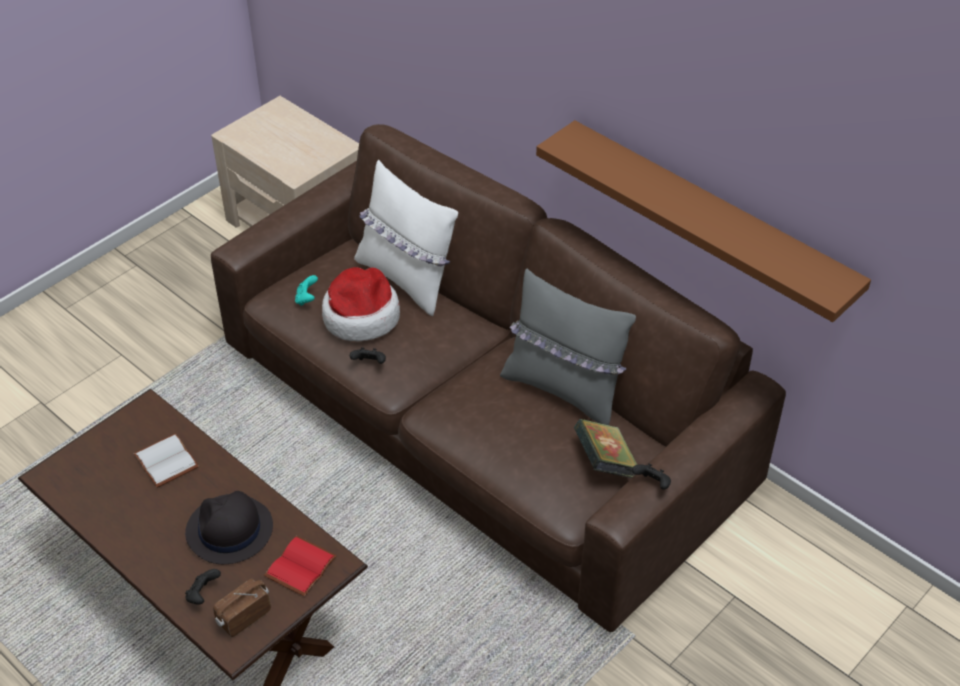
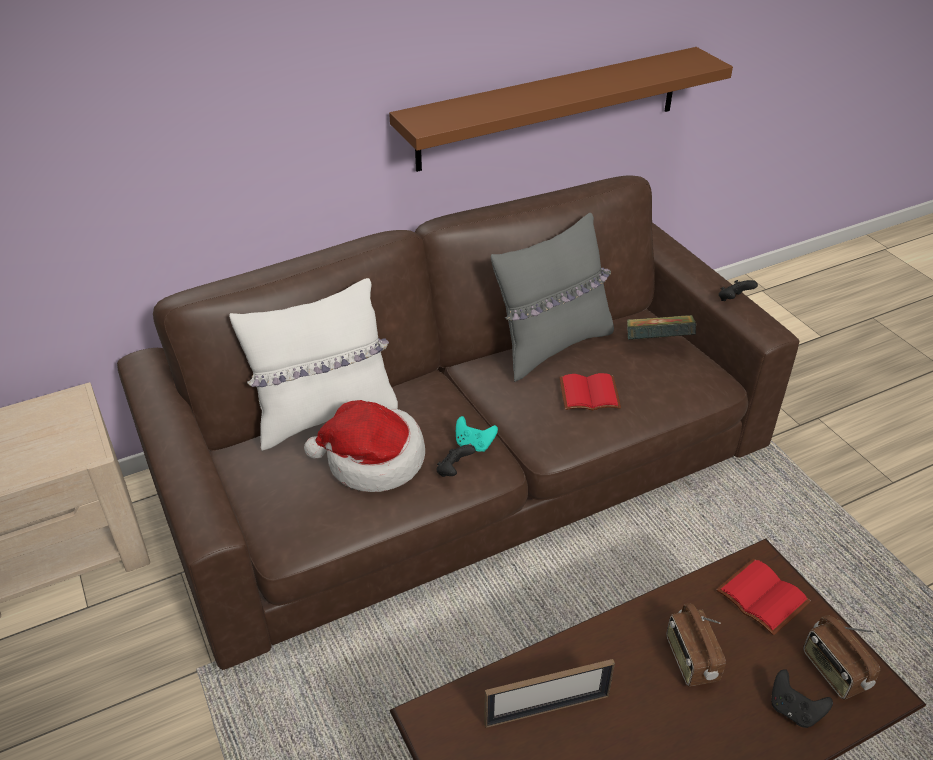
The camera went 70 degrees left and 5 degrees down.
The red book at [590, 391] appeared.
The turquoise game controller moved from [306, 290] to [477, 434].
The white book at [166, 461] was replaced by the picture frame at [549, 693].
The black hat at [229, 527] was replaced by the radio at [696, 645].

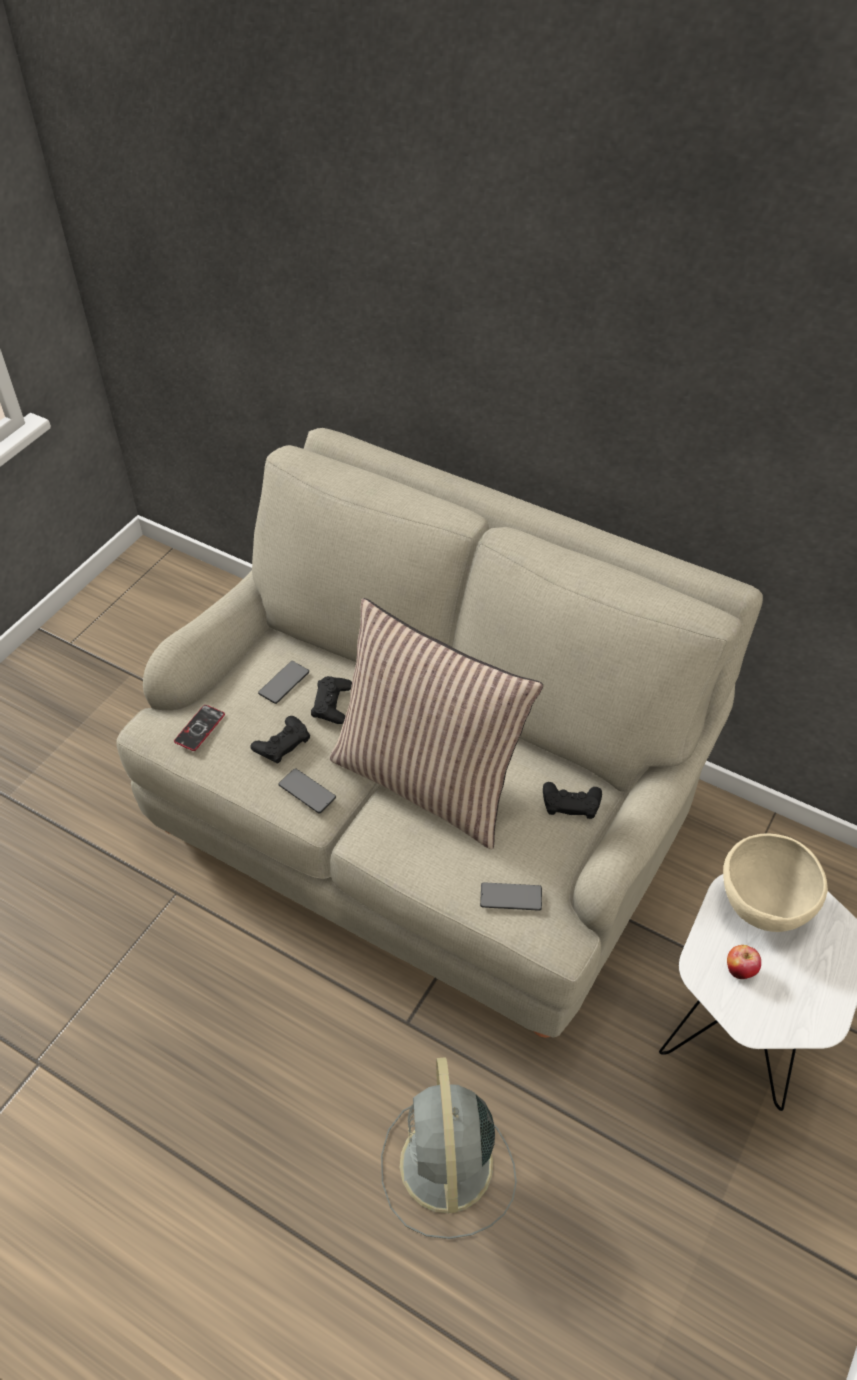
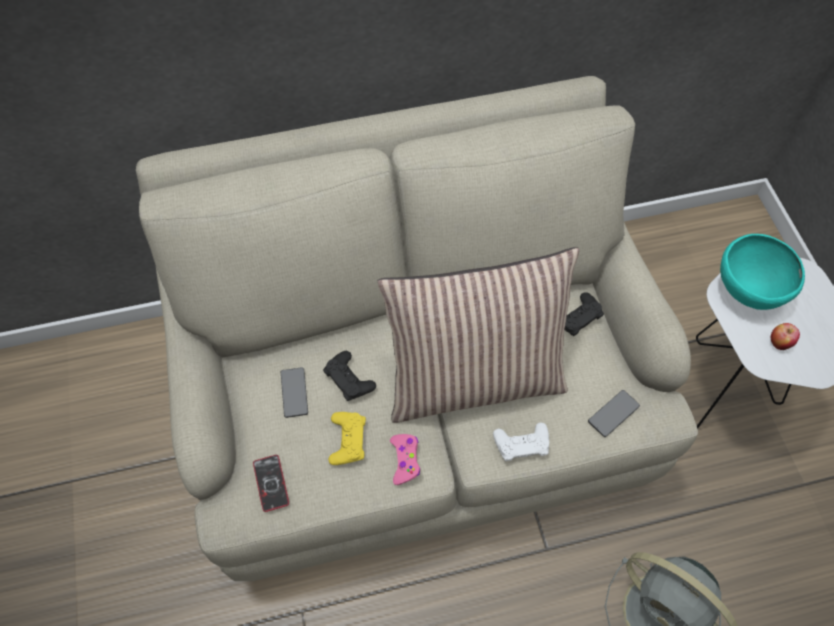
The camera went 45 degrees left and 10 degrees up.
The white game controller at [521, 441] appeared.
The phone at [307, 791] was replaced by the pink game controller at [405, 459].
The black game controller at [280, 740] became the yellow game controller at [347, 438].
The beige bowl at [775, 882] became the turquoise bowl at [762, 272].

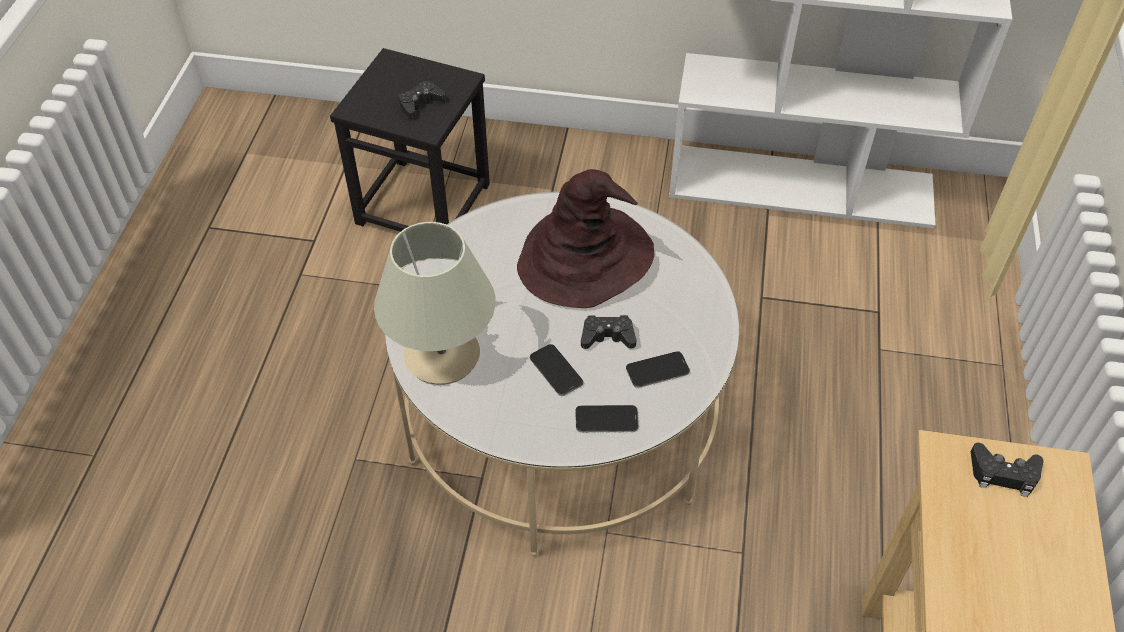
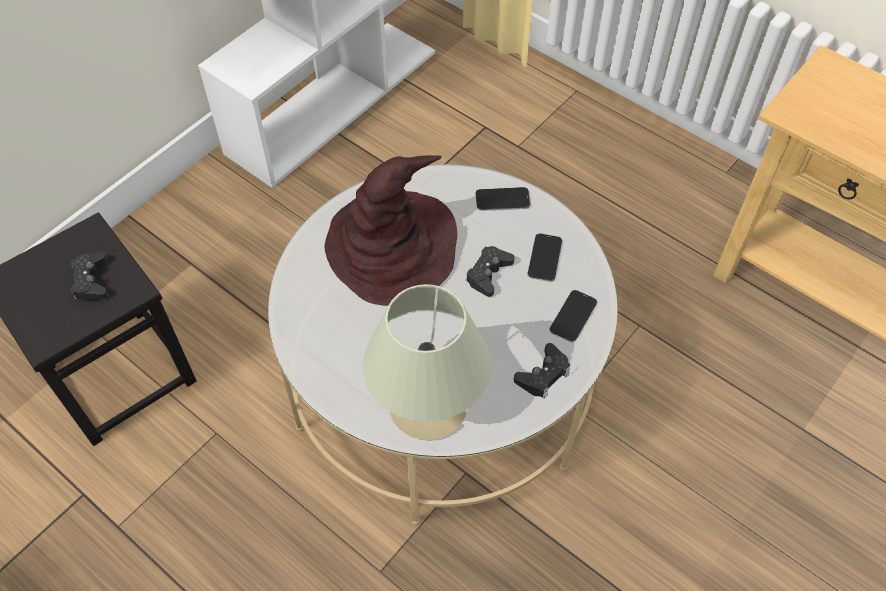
The camera went 60 degrees left and 5 degrees up.
The phone moved from [556, 370] to [502, 199].
The black game controller moved from [1007, 470] to [542, 370].

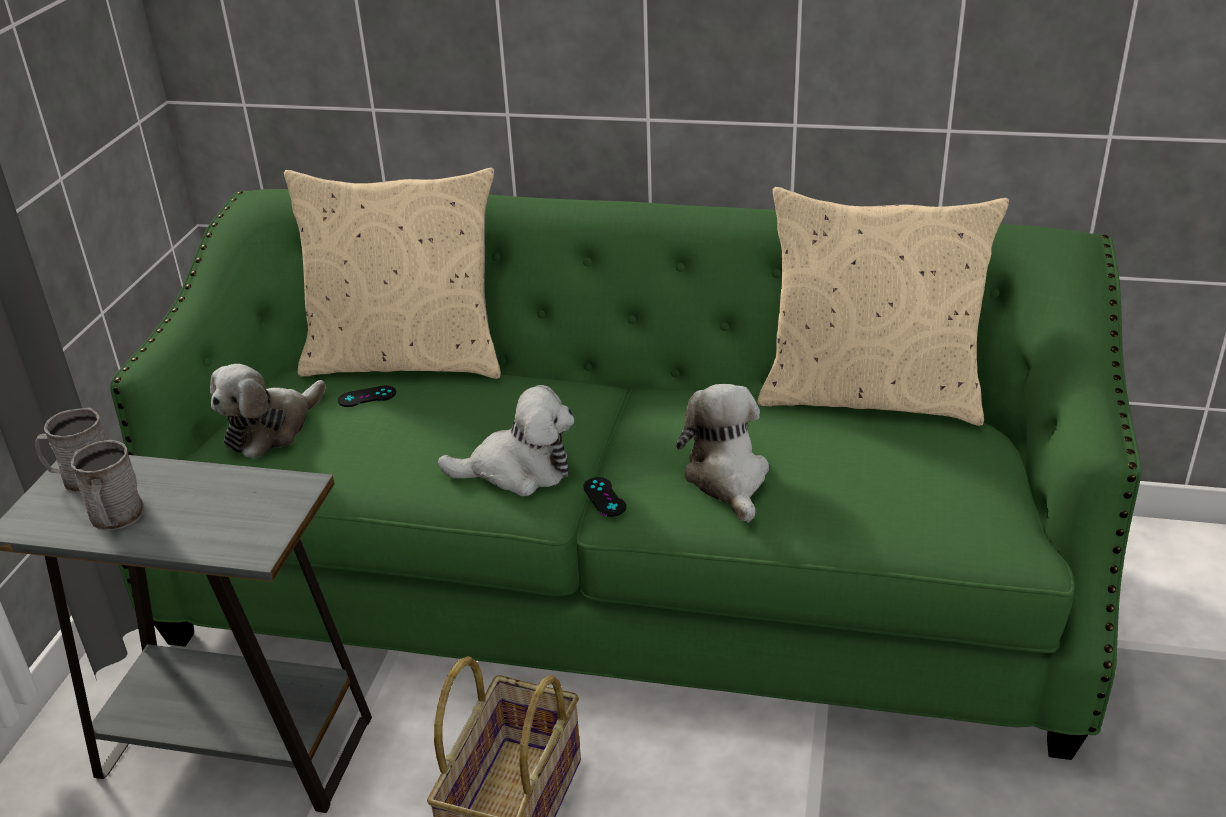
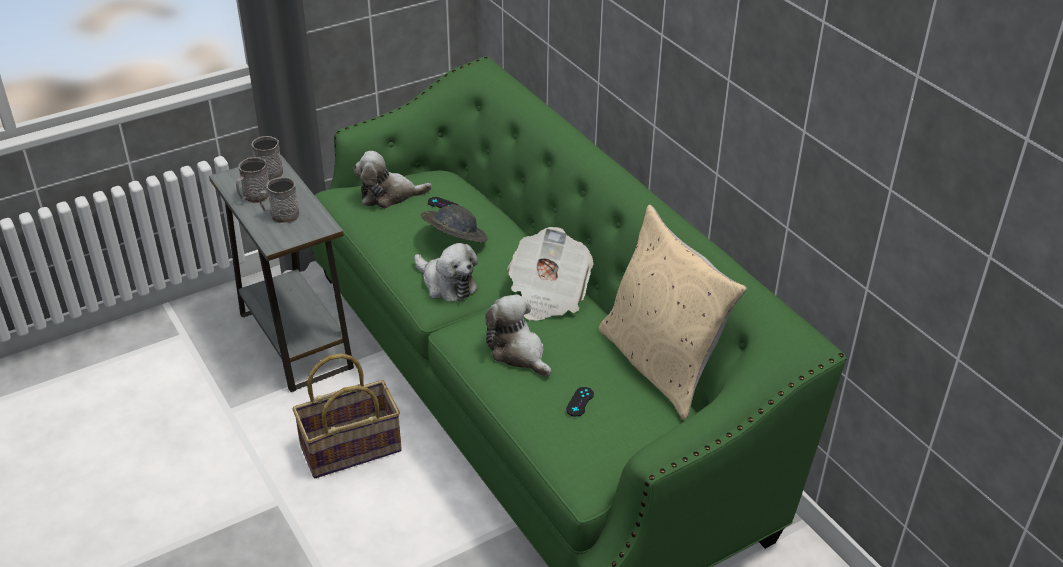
The camera went 45 degrees right and 5 degrees up.
The beige pillow at [392, 273] disappeared.
The grey mug at [279, 200] appeared.
The grey hat at [454, 223] appeared.
The newspaper at [550, 274] appeared.
The black game controller moved from [604, 497] to [580, 402].
The plush toy at [722, 453] turned 75 degrees counterclockwise.

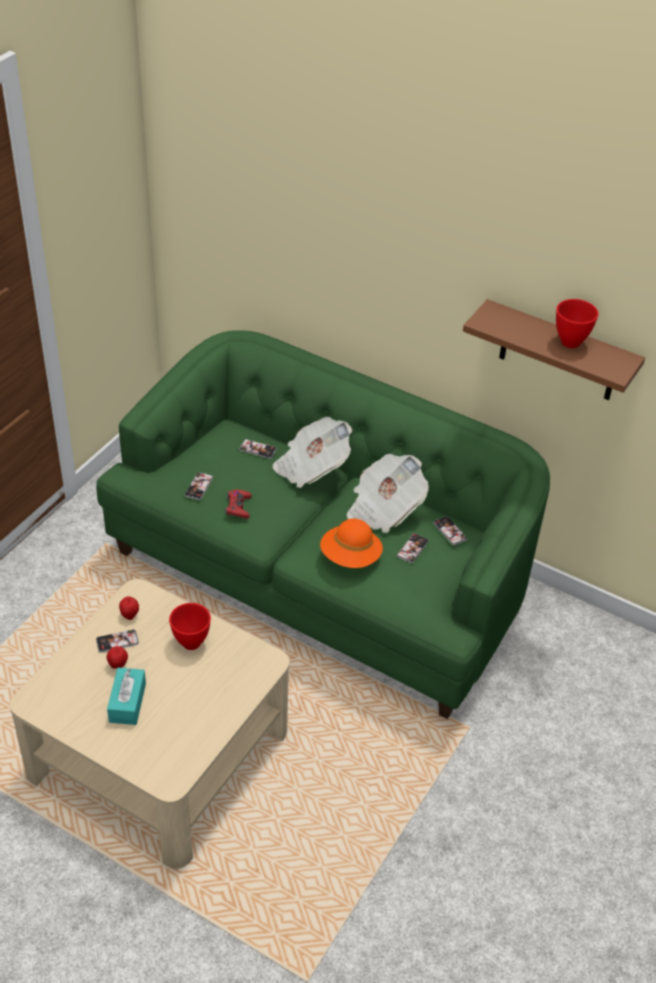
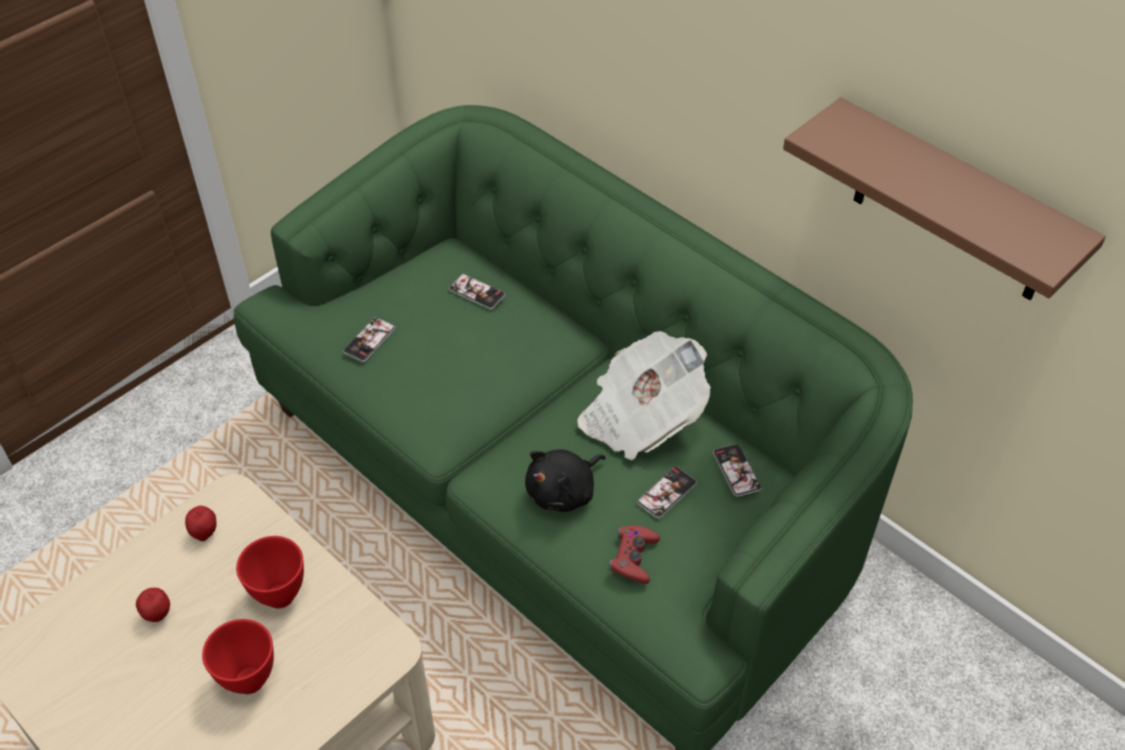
The camera went 15 degrees right and 5 degrees up.
The phone at [117, 641] disappeared.
The turquoise tissue box at [126, 696] disappeared.
The newspaper at [312, 452] disappeared.
The red game controller moved from [238, 504] to [634, 555].
The red bowl moved from [577, 323] to [238, 656].
The orange hat at [351, 543] was replaced by the black plush toy at [565, 480].

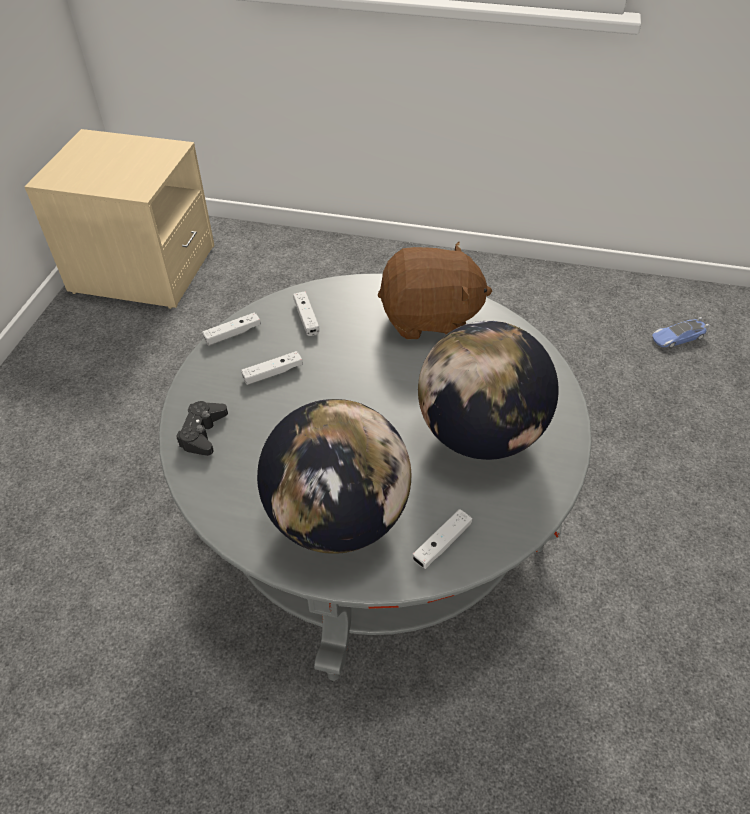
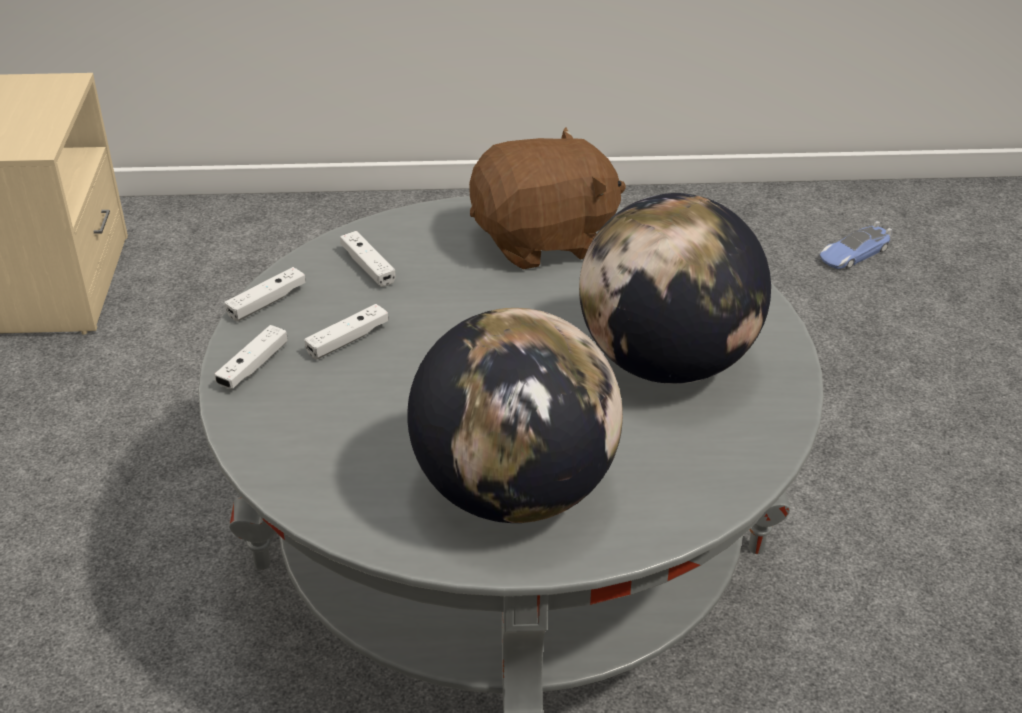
The camera went 15 degrees left and 10 degrees down.
The black game controller at [202, 428] disappeared.
The white game controller moved from [442, 539] to [251, 357].

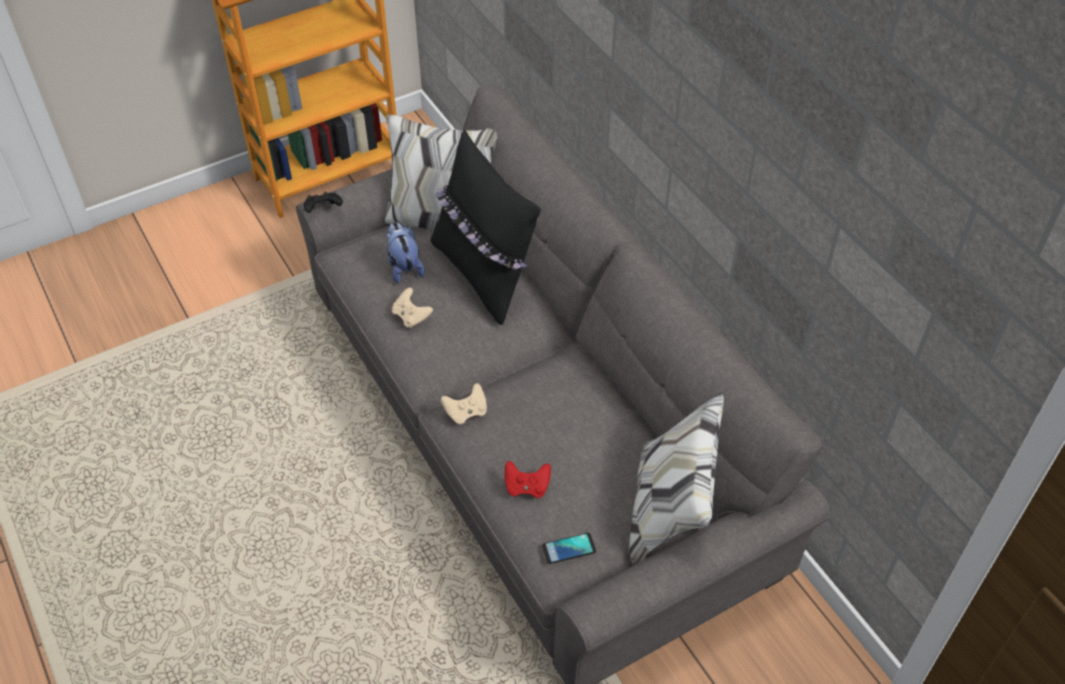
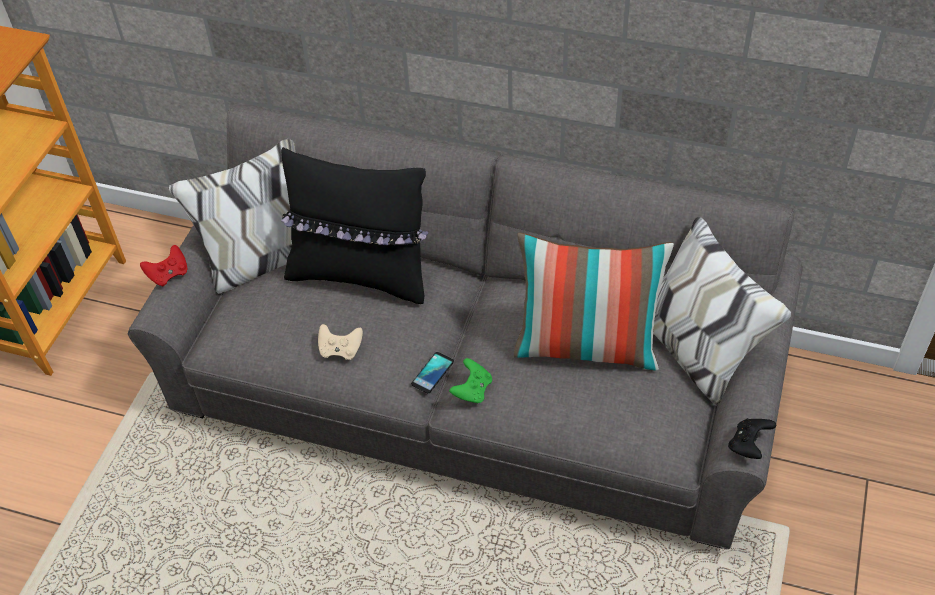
The camera went 40 degrees left and 0 degrees up.
The plush toy at [405, 252] disappeared.
The pillow at [594, 302] appeared.
The black game controller moved from [323, 202] to [752, 438].
The red game controller moved from [528, 479] to [164, 266].
The phone moved from [569, 548] to [432, 372].
The beige game controller at [464, 403] became the green game controller at [470, 381].

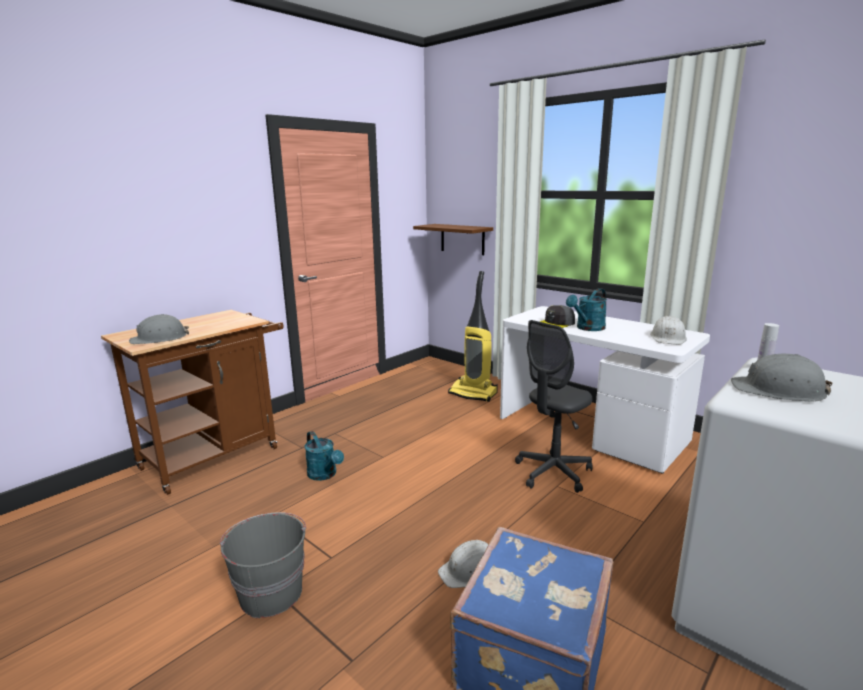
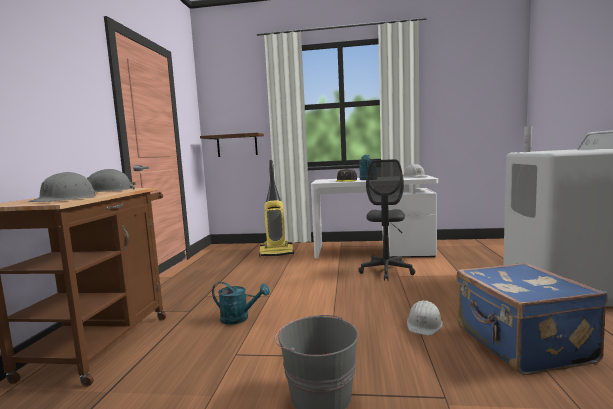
The camera went 35 degrees left and 10 degrees down.
The grey hard hat moved from [781, 377] to [111, 180].

